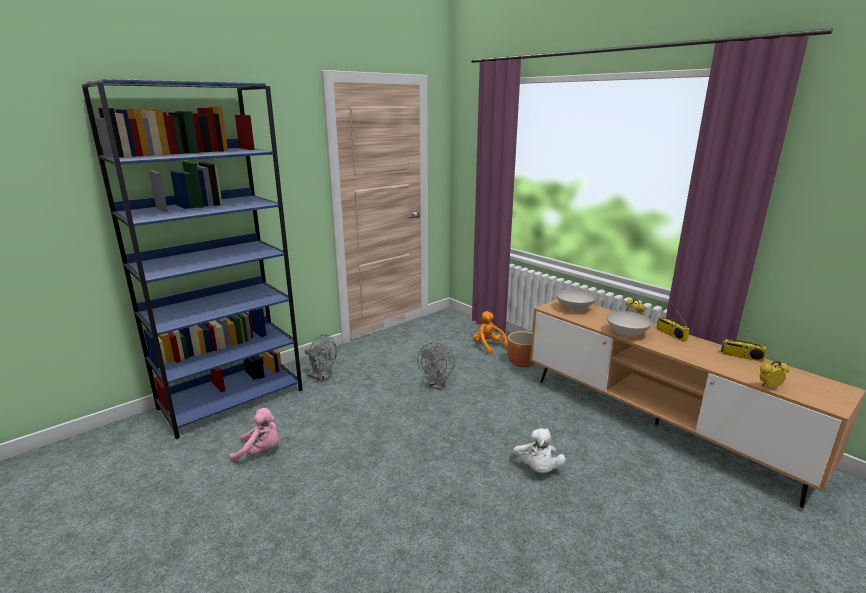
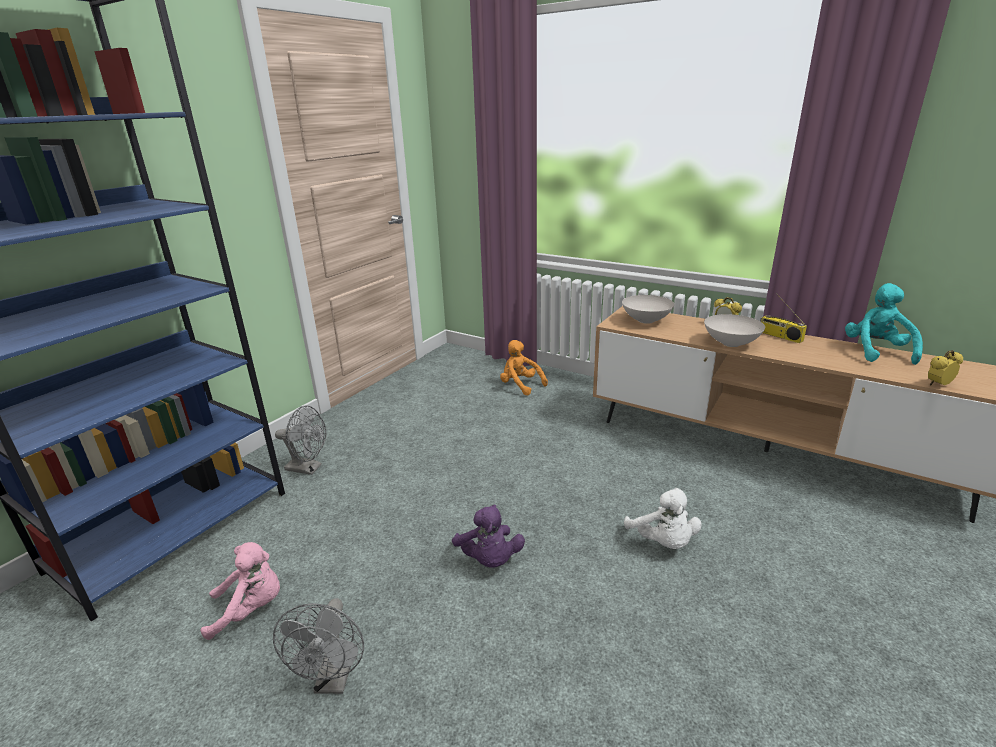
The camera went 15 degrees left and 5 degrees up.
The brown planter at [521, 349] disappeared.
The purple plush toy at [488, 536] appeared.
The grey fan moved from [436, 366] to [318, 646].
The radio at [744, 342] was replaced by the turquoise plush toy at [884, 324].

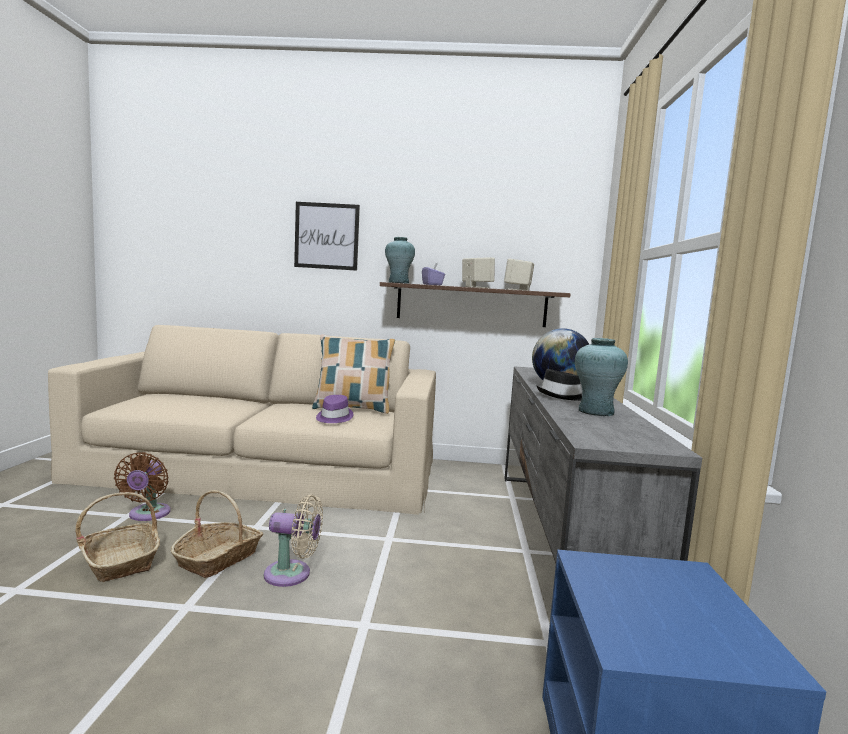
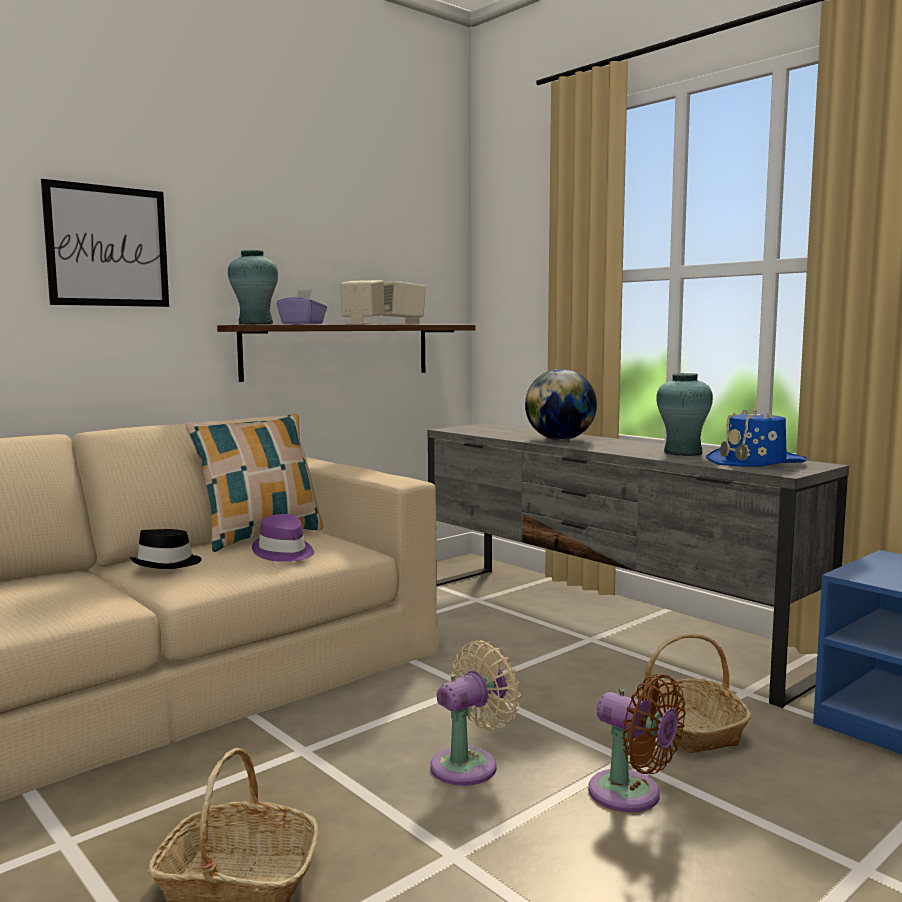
The camera went 45 degrees left and 0 degrees up.
The blue hat at [756, 436] appeared.
The brown fan moved from [142, 486] to [637, 743].
The basket moved from [217, 534] to [693, 693].
The black hat moved from [559, 385] to [166, 549].

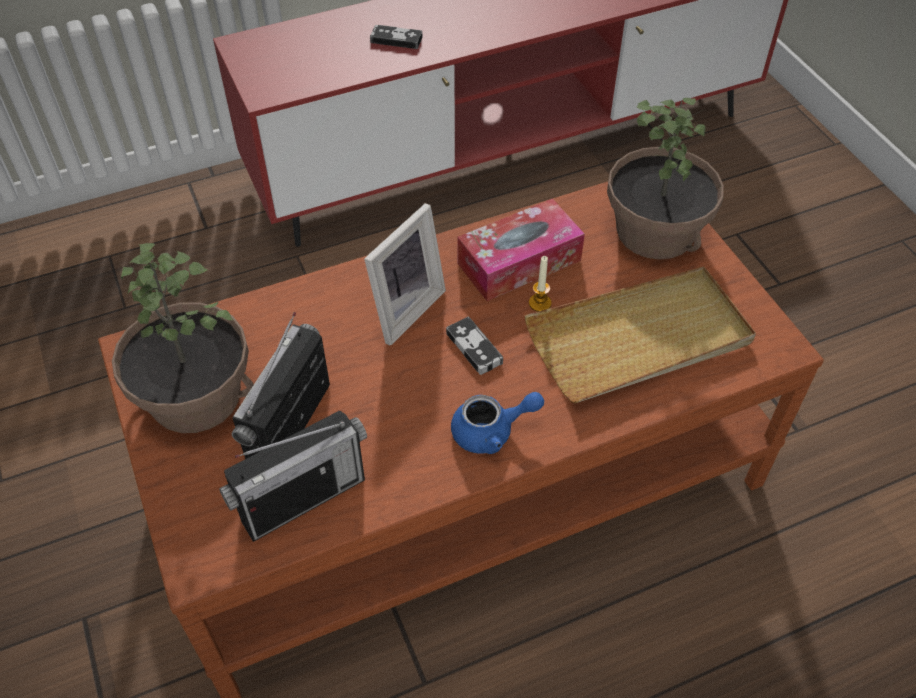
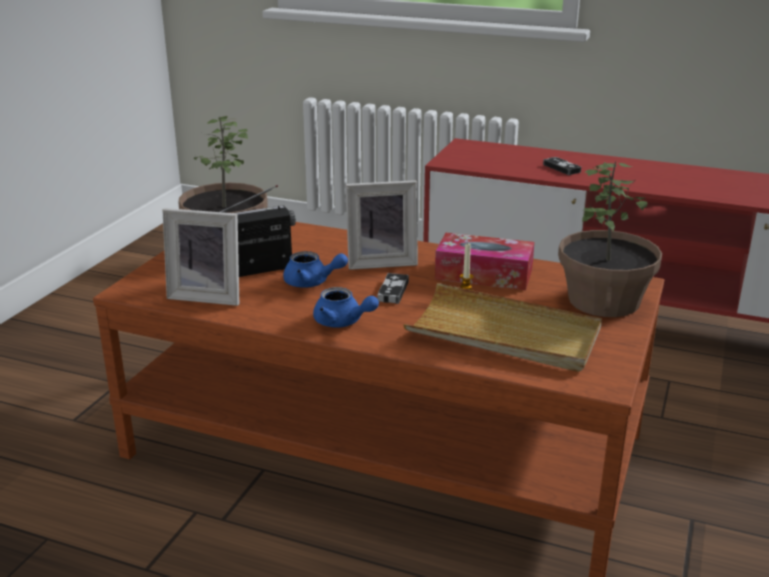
The camera went 45 degrees right and 25 degrees down.
The blue teapot at [315, 269] appeared.
The radio at [293, 476] was replaced by the picture frame at [200, 257].

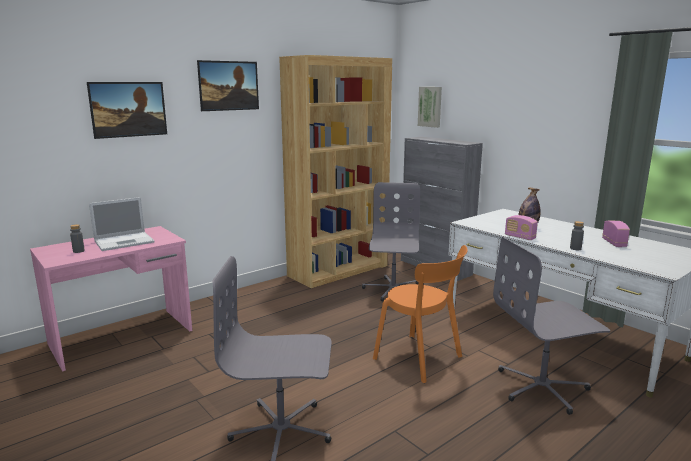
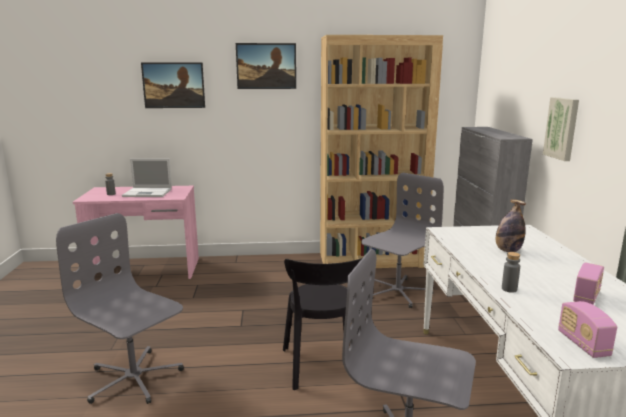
The camera went 35 degrees right and 0 degrees up.
The picture moved from [430, 107] to [561, 129].
The radio moved from [521, 227] to [587, 329].
The orange chair at [420, 314] became the black chair at [323, 324].

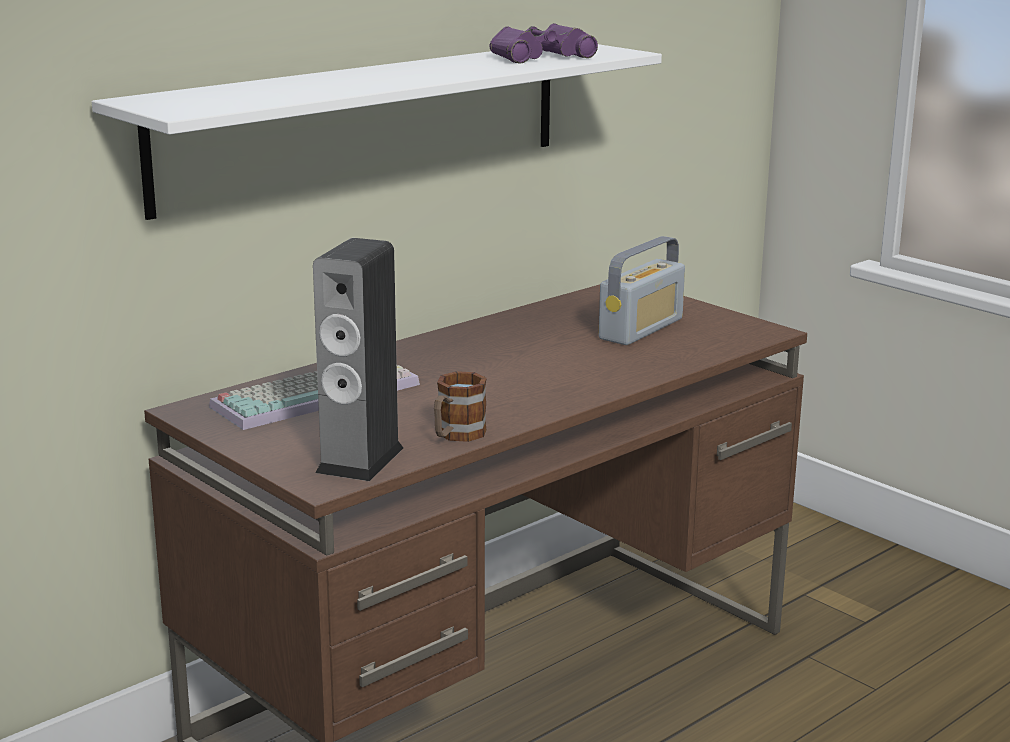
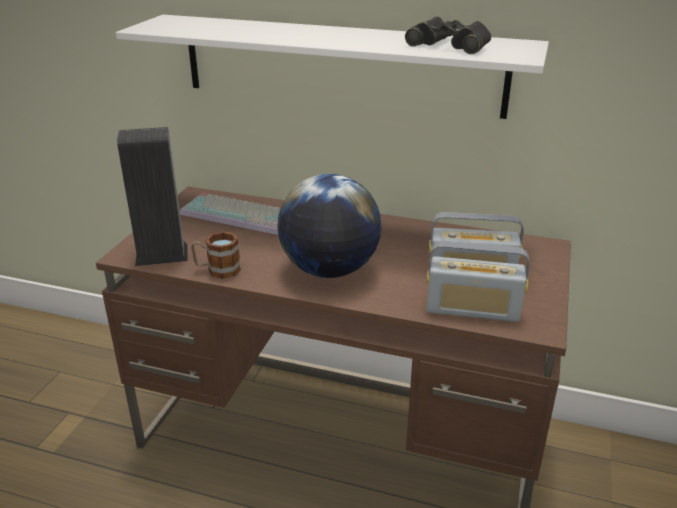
The camera went 60 degrees right and 10 degrees up.
The globe at [329, 226] appeared.
The radio at [478, 281] appeared.
The purple binoculars at [544, 43] became the black binoculars at [448, 35].

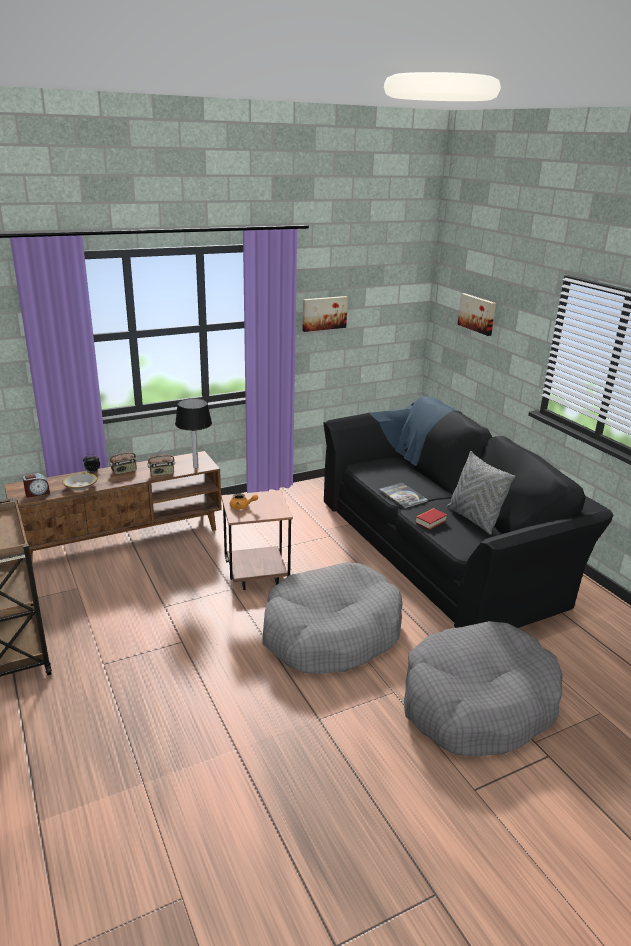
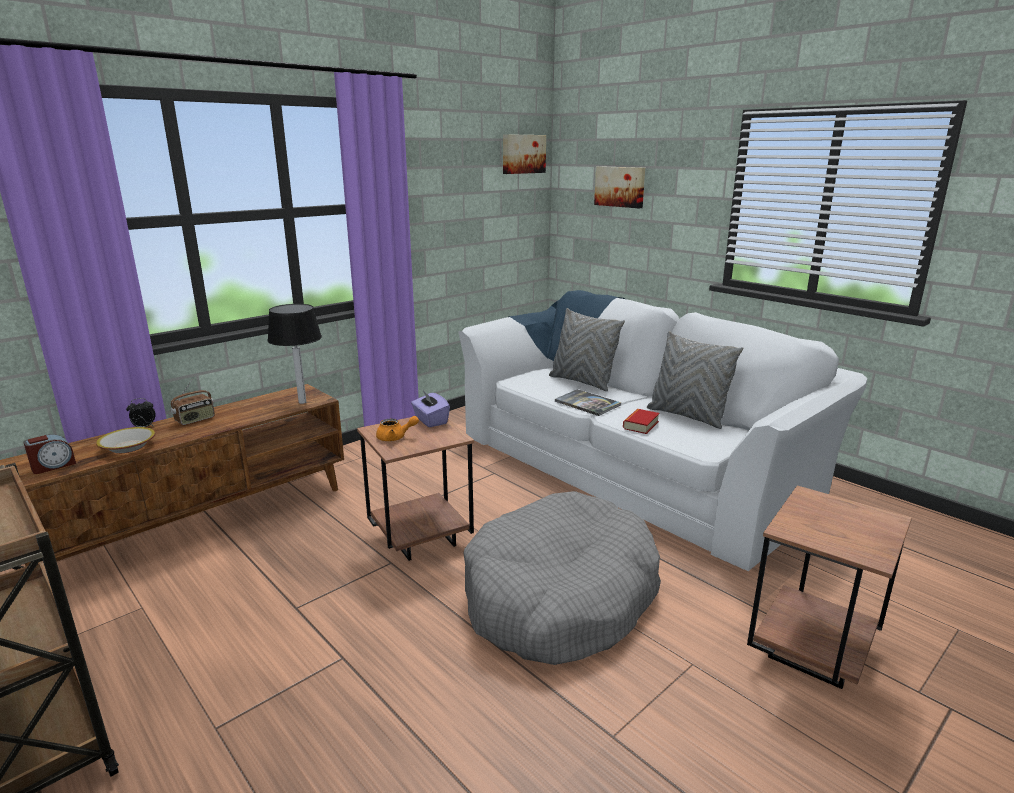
The camera went 15 degrees left and 5 degrees down.
The radio at [161, 462] disappeared.
The purple tissue box at [430, 409] appeared.
The grey pillow at [587, 349] appeared.
The picture moved from [325, 314] to [524, 154].
The grey dog bed at [483, 688] was replaced by the brown side table at [829, 587].
The black sofa at [468, 512] became the white sofa at [662, 430].

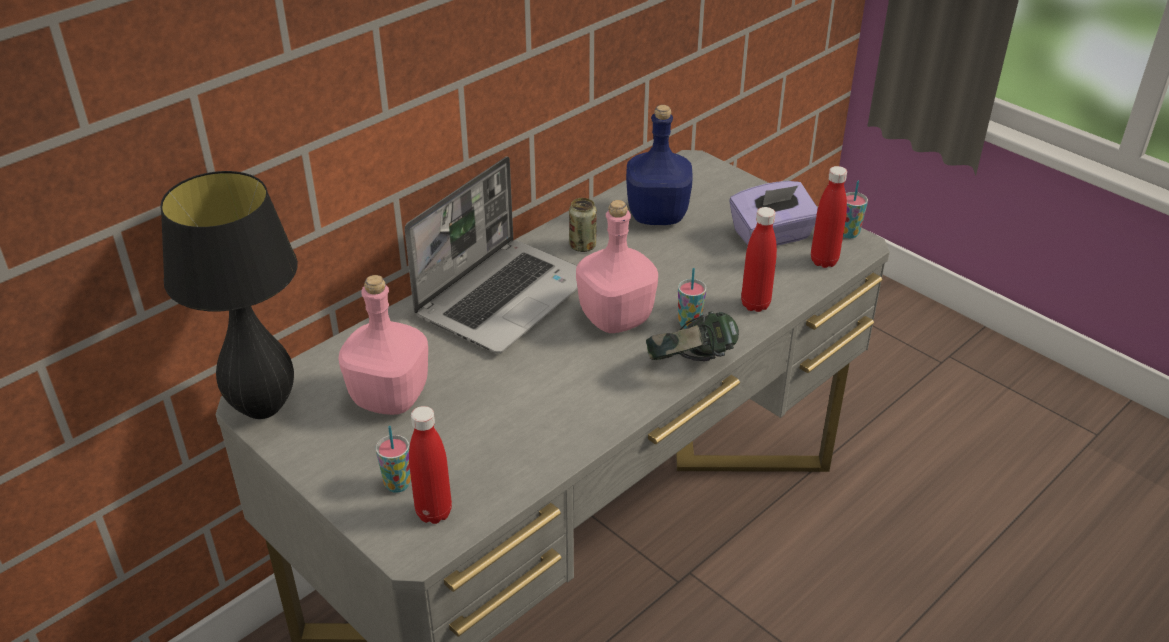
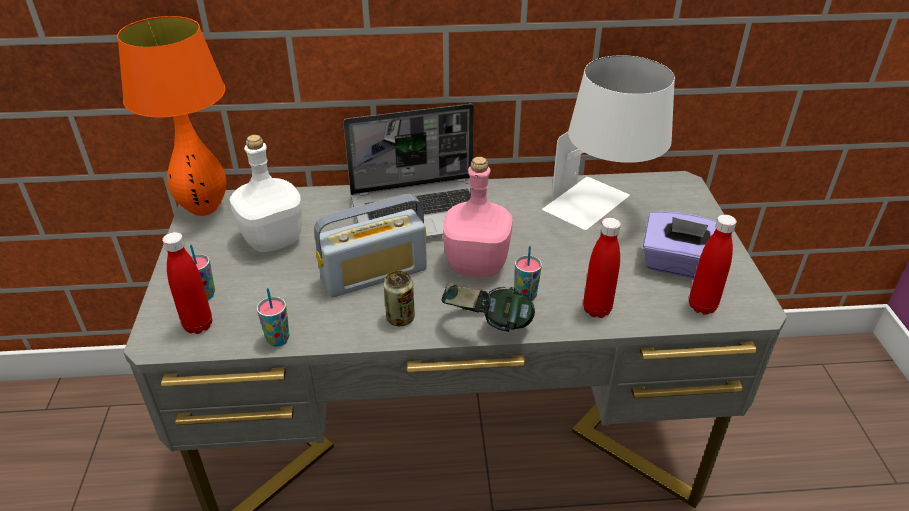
The camera went 40 degrees right and 0 degrees up.
The radio at [370, 245] appeared.
The can moved from [583, 225] to [399, 298].
The cup moved from [855, 209] to [273, 317].
The blue bottle at [659, 165] was replaced by the white table lamp at [608, 142].
The black table lamp at [229, 295] became the orange table lamp at [171, 116].
The pink bottle at [383, 345] became the white bottle at [266, 193].

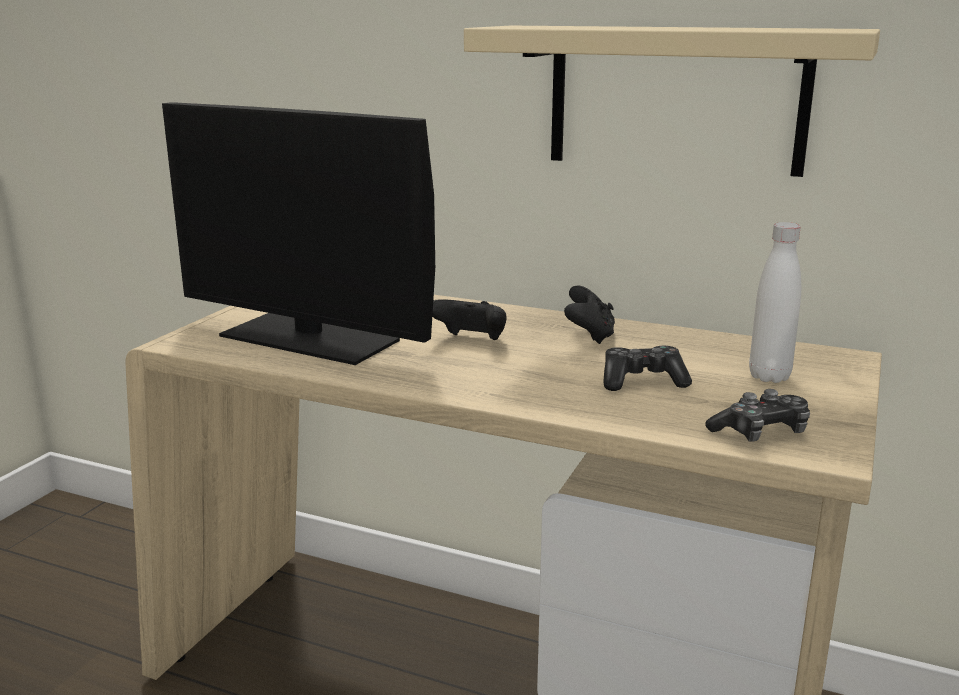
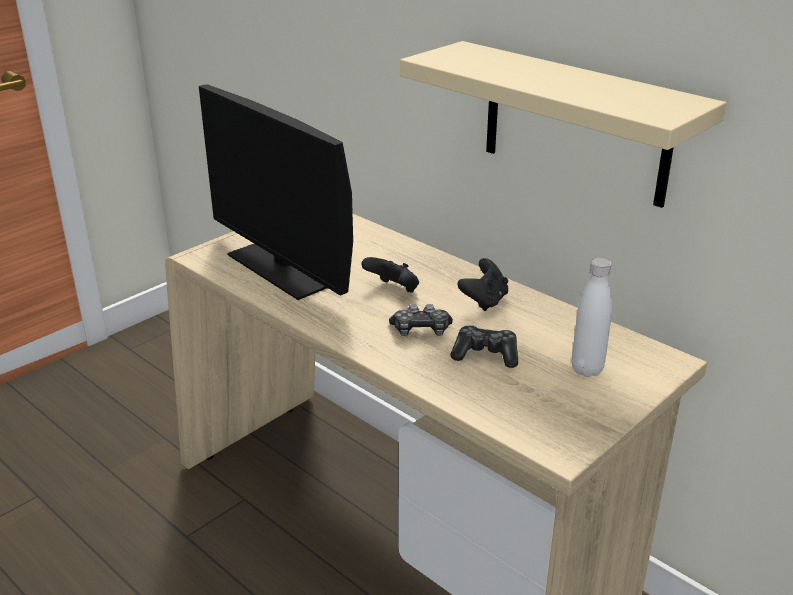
The camera went 20 degrees right and 10 degrees up.
The game controller moved from [757, 415] to [421, 320].

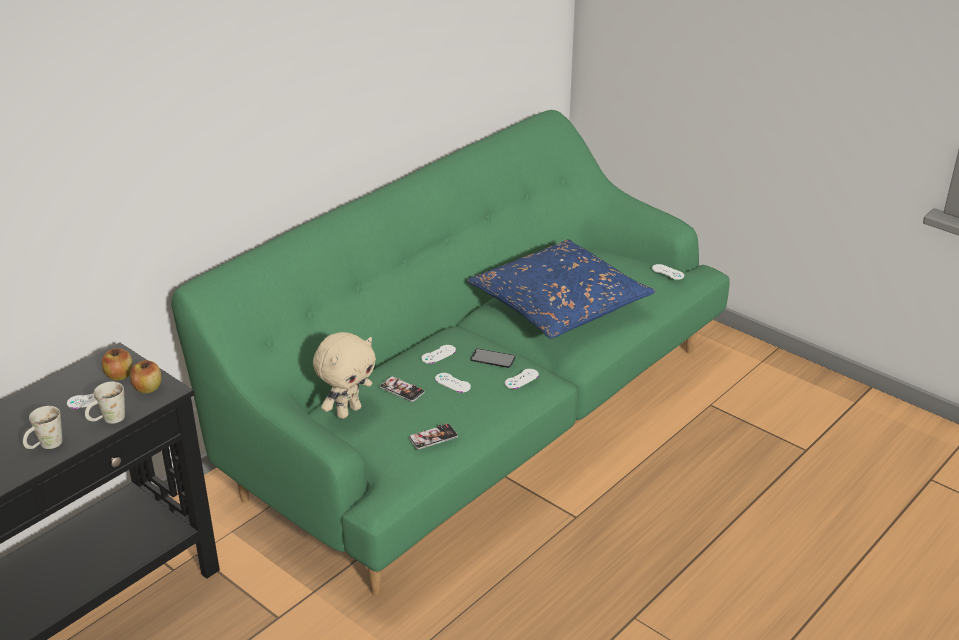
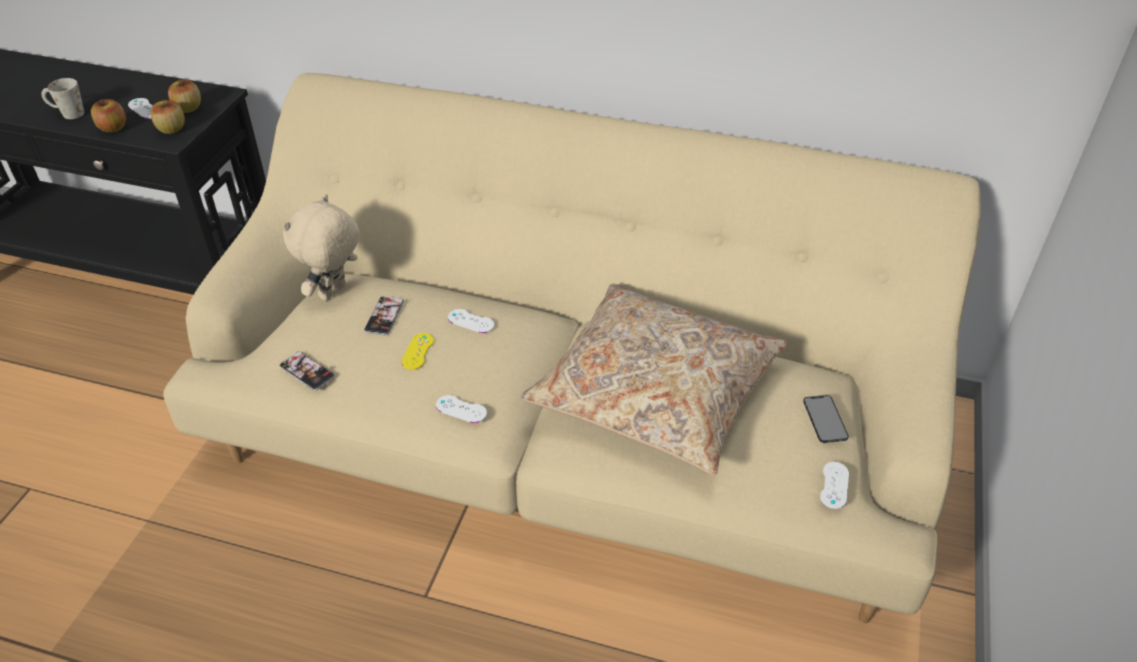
The camera went 65 degrees right and 10 degrees up.
The phone moved from [493, 358] to [826, 419].
The white mug at [105, 403] was replaced by the apple at [108, 116].
The green sofa at [450, 352] became the beige sofa at [572, 348].
The white game controller at [453, 383] became the yellow game controller at [417, 351].
The blue pillow at [561, 289] became the beige pillow at [654, 379].
The beige plush toy at [344, 375] turned 105 degrees clockwise.

